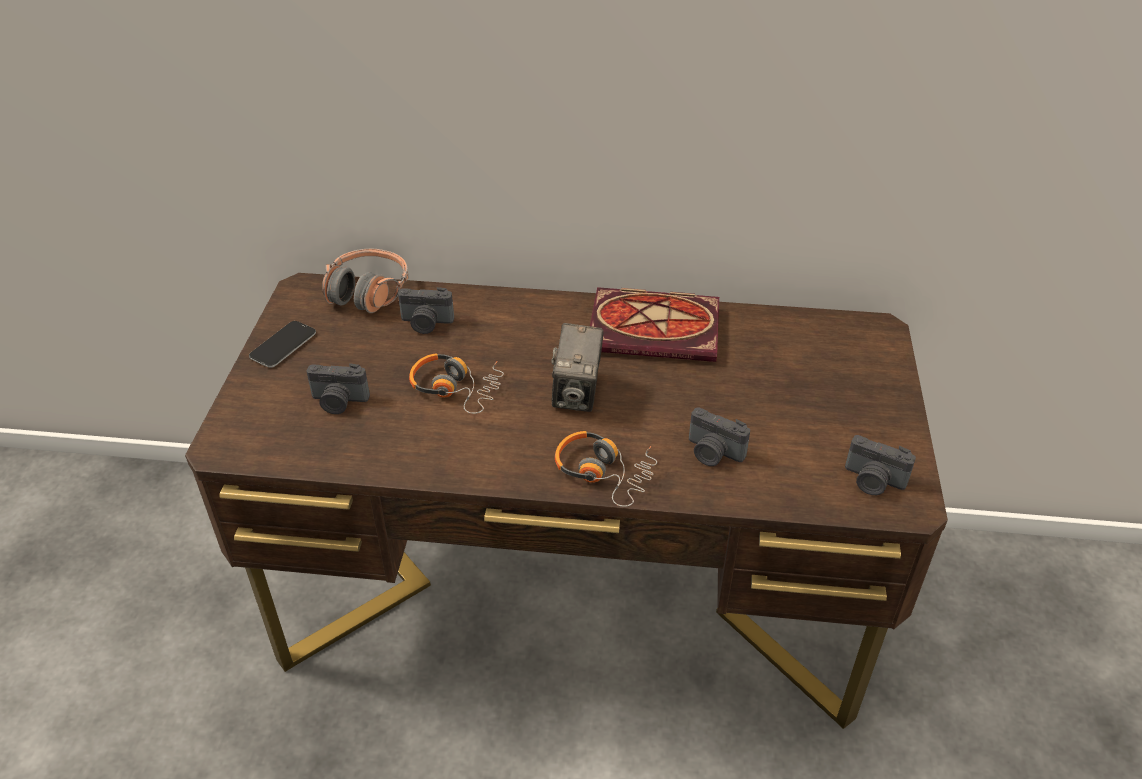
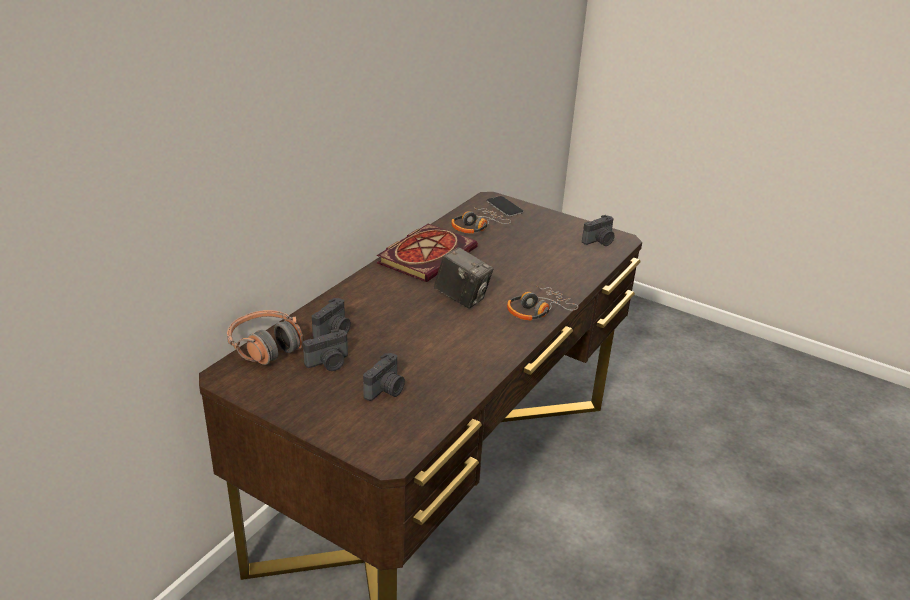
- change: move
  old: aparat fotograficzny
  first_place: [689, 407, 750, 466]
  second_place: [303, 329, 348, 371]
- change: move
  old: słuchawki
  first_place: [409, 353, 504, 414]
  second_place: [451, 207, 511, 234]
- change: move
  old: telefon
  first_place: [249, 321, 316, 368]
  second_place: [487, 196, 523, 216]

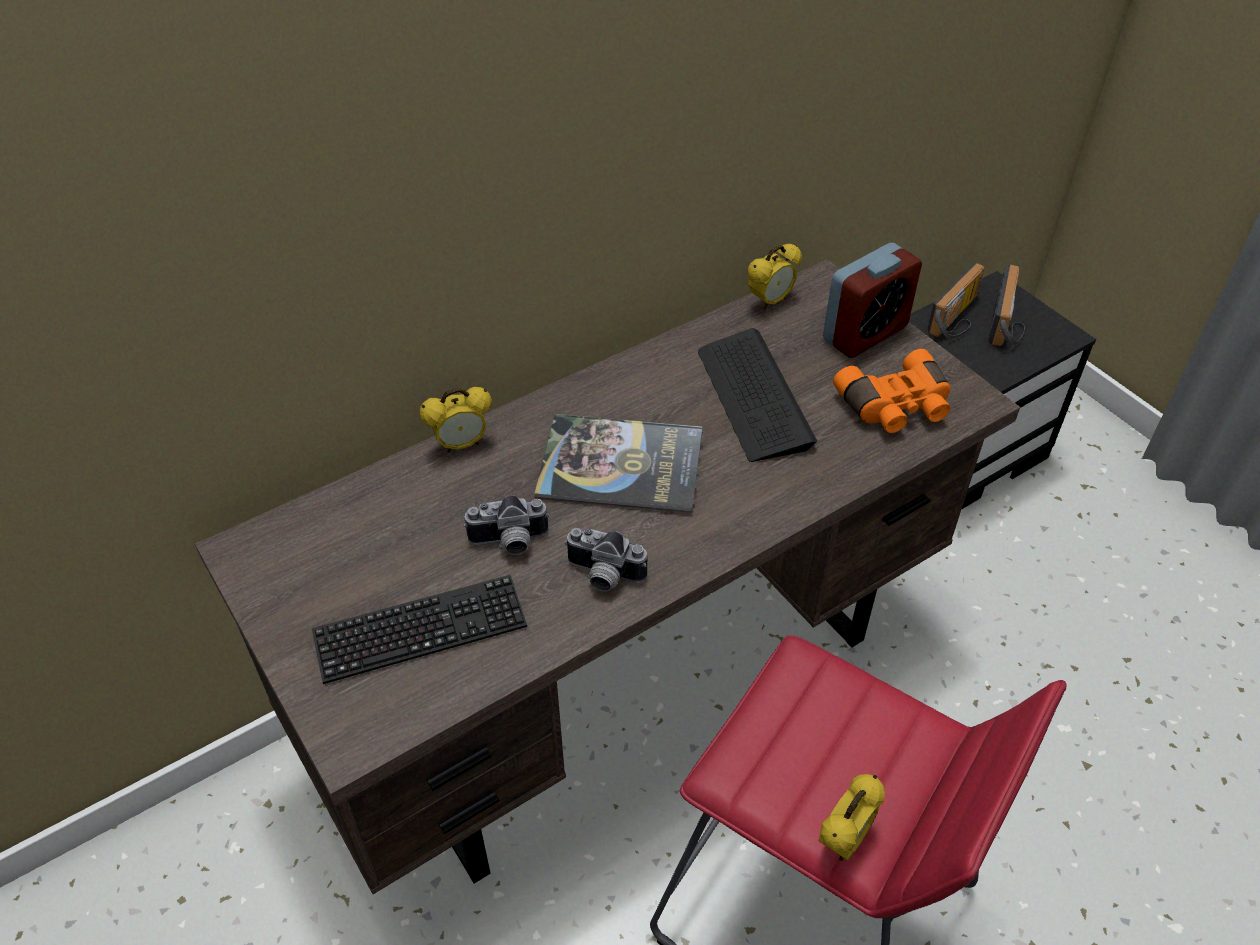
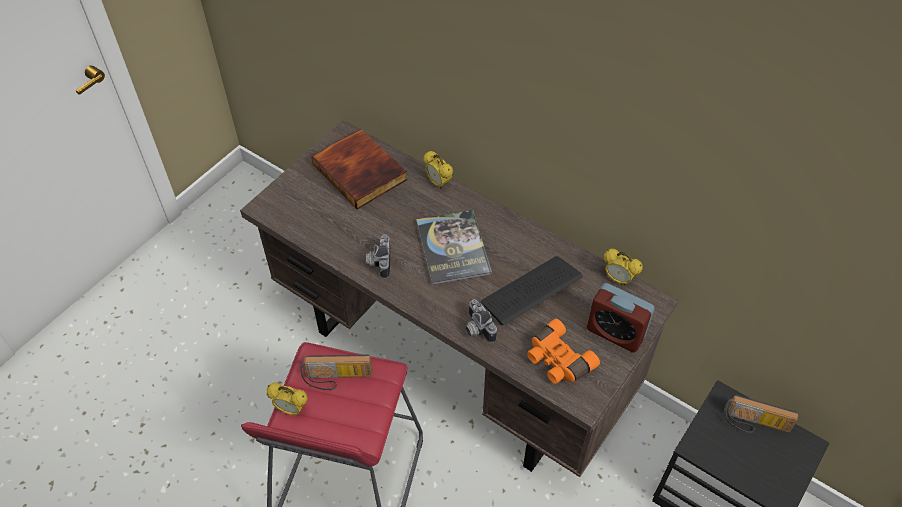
- change: move
  old: radio
  first_place: [988, 264, 1025, 346]
  second_place: [301, 355, 373, 390]
- change: insert
  new: książka
  second_place: [311, 129, 407, 209]
- change: move
  old: aparat fotograficzny
  first_place: [464, 495, 549, 555]
  second_place: [465, 299, 497, 343]
- change: delete
  old: klawiatura
  first_place: [311, 575, 527, 684]

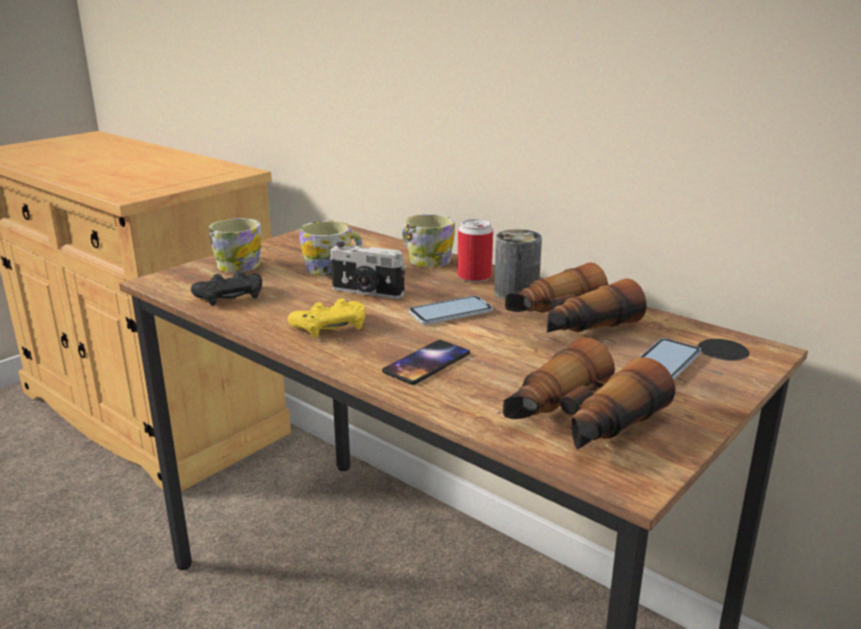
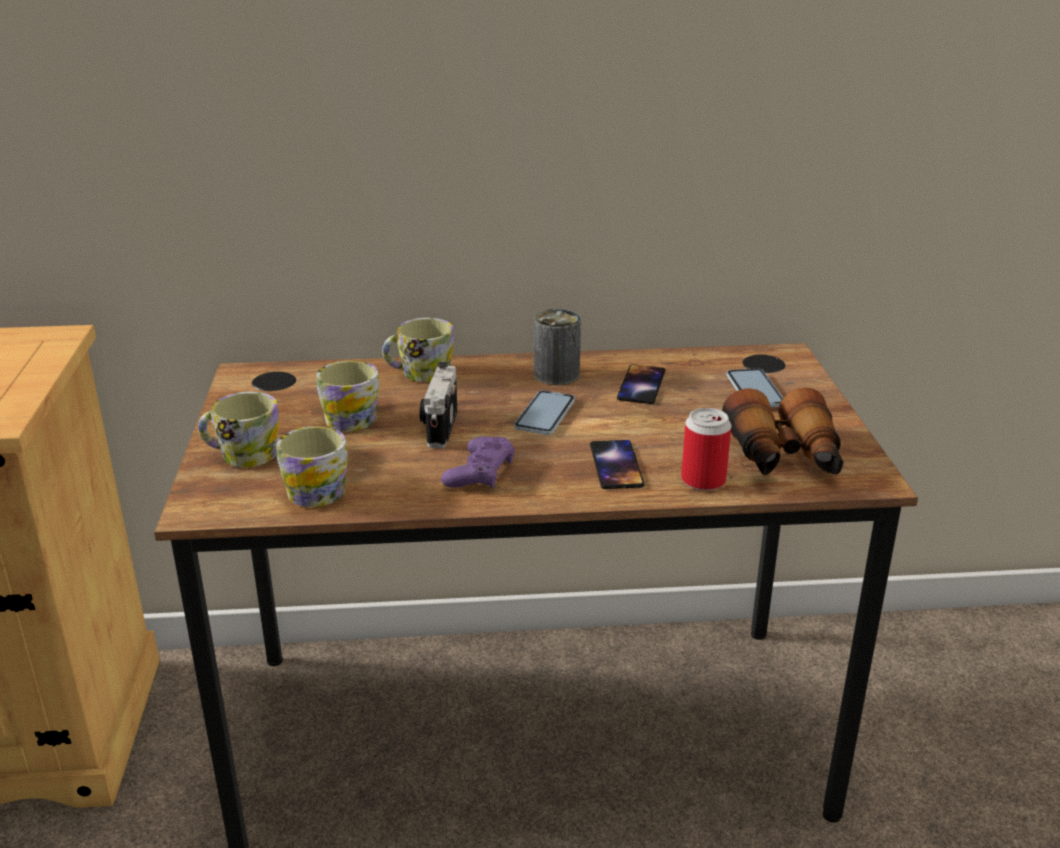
- change: replace
  old: pad do gier (czarny)
  new: kubek
  first_place: [191, 270, 262, 306]
  second_place: [276, 426, 348, 507]
- change: rotate
  old: aparat fotograficzny
  first_place: [330, 241, 406, 299]
  second_place: [420, 362, 457, 448]
  degrees: 120
- change: recolor
  old: pad do gier (żółty)
  new: pad do gier (fioletowy)
  first_place: [288, 298, 366, 338]
  second_place: [441, 437, 515, 488]
- change: replace
  old: lornetka
  new: telefon
  first_place: [505, 262, 646, 333]
  second_place: [617, 364, 665, 404]
- change: move
  old: puszka
  first_place: [457, 219, 493, 282]
  second_place: [681, 408, 732, 490]

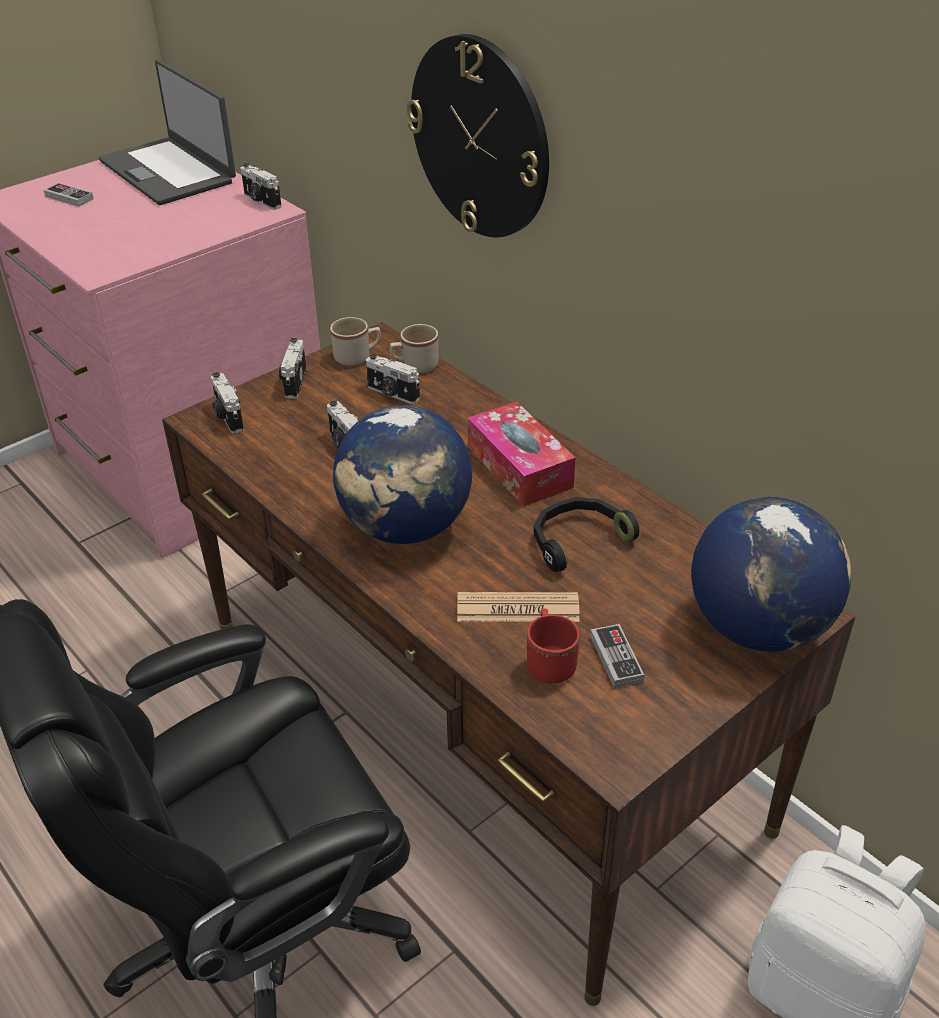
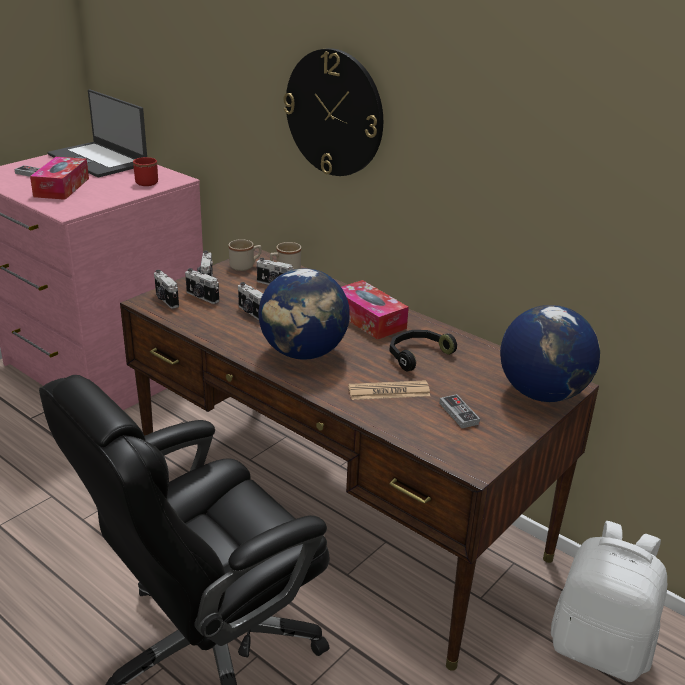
- change: insert
  new: pudełko chusteczek
  second_place: [30, 157, 89, 200]
- change: move
  old: kubek (czerwony)
  first_place: [527, 608, 580, 683]
  second_place: [133, 157, 158, 186]
- change: move
  old: aparat fotograficzny
  first_place: [241, 163, 282, 210]
  second_place: [185, 268, 219, 304]

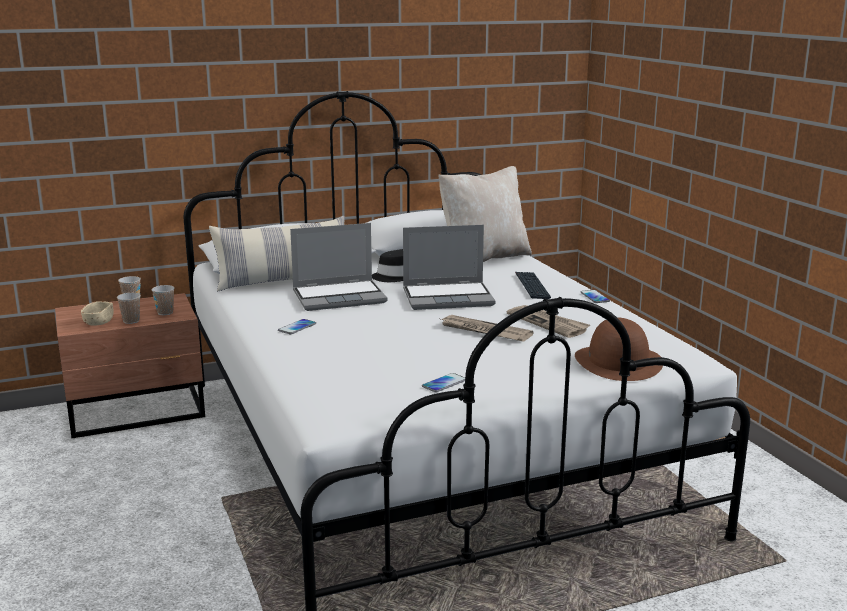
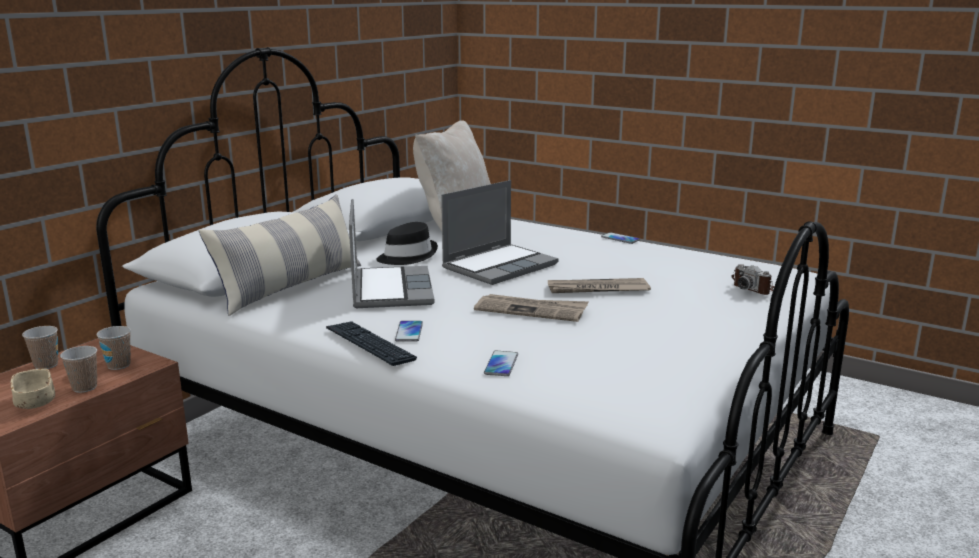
- change: move
  old: klawiatura
  first_place: [515, 272, 551, 299]
  second_place: [326, 321, 417, 366]
- change: rotate
  old: laptop
  first_place: [290, 223, 387, 311]
  second_place: [349, 199, 434, 308]
  degrees: -45
- change: move
  old: gazeta
  first_place: [507, 305, 590, 338]
  second_place: [474, 294, 589, 322]
- change: move
  old: telefon
  first_place: [422, 373, 465, 392]
  second_place: [484, 351, 518, 376]
- change: replace
  old: kapelusz (brązowy)
  new: aparat fotograficzny
  first_place: [575, 317, 663, 381]
  second_place: [731, 264, 774, 295]

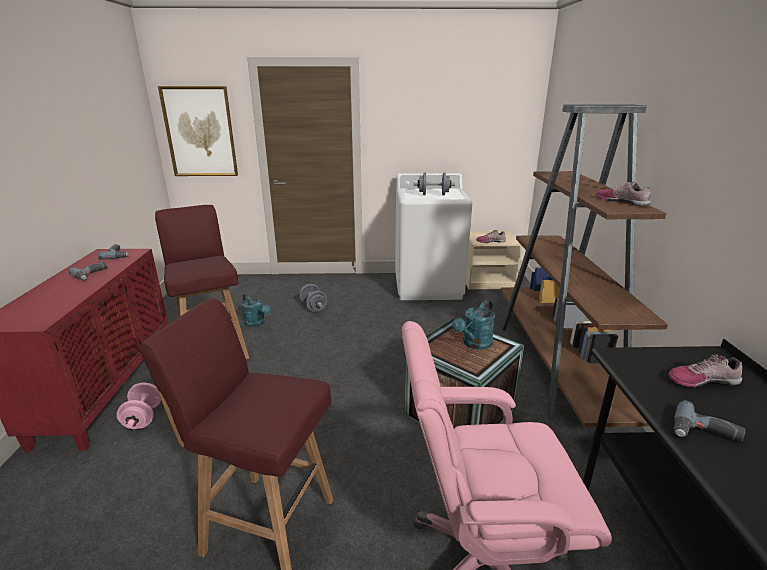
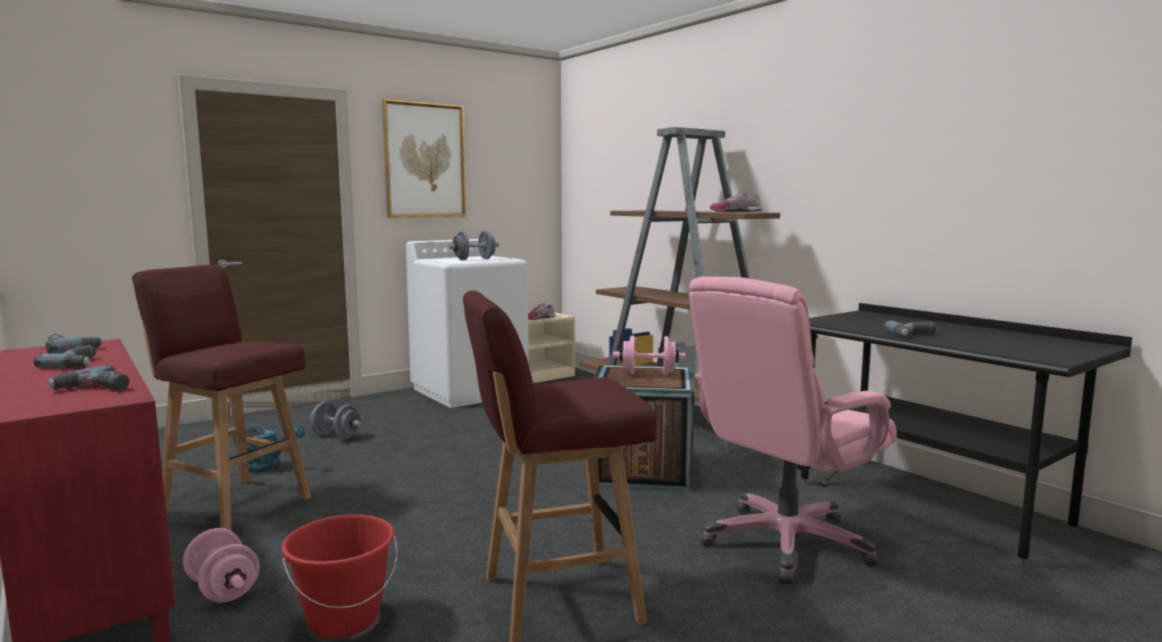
- change: insert
  new: wiertarka
  second_place: [47, 365, 130, 390]
- change: insert
  new: wiadro (czerwony)
  second_place: [282, 514, 397, 638]
- change: move
  old: obraz
  first_place: [158, 86, 238, 176]
  second_place: [382, 99, 466, 218]
- change: replace
  old: konewka (turkusowy)
  new: hantel (różowy)
  first_place: [452, 300, 495, 350]
  second_place: [613, 336, 685, 375]
- change: delete
  old: but
  first_place: [669, 354, 742, 387]

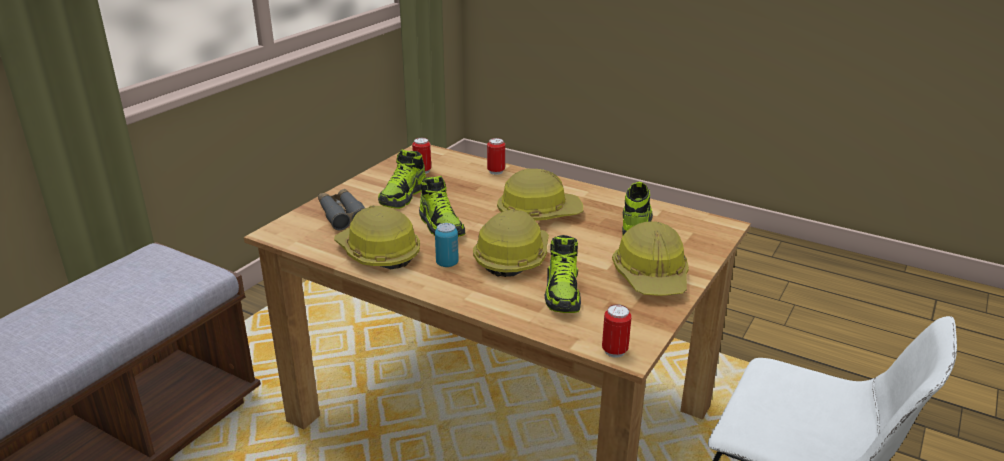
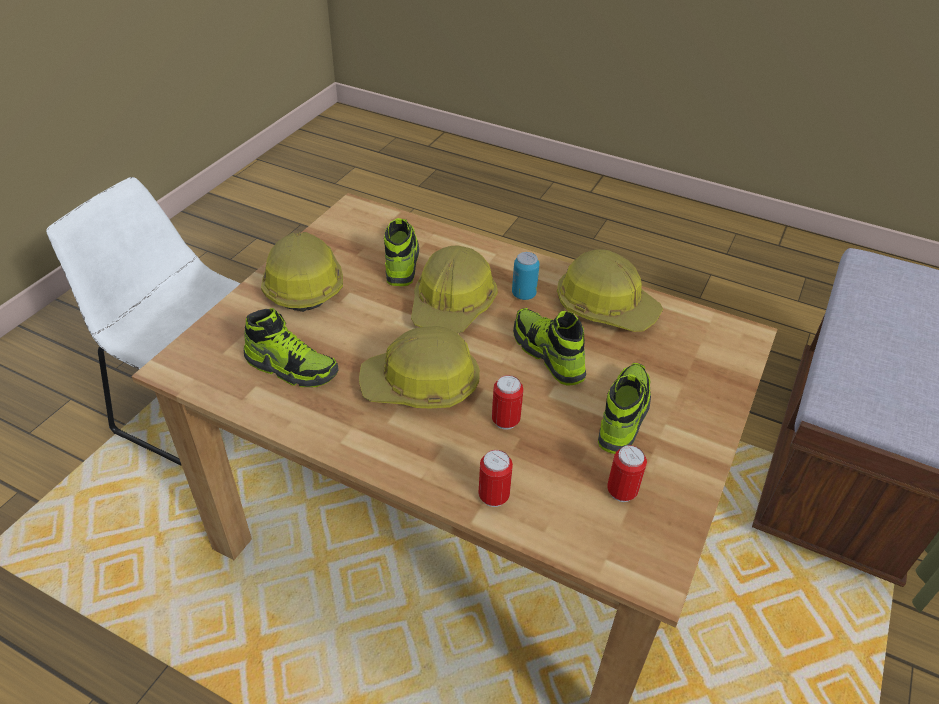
- change: rotate
  old: but
  first_place: [622, 182, 653, 236]
  second_place: [244, 308, 338, 387]
  degrees: -75
- change: move
  old: puszka
  first_place: [602, 304, 632, 358]
  second_place: [492, 375, 523, 430]
- change: delete
  old: lornetka (szary)
  first_place: [318, 189, 365, 230]

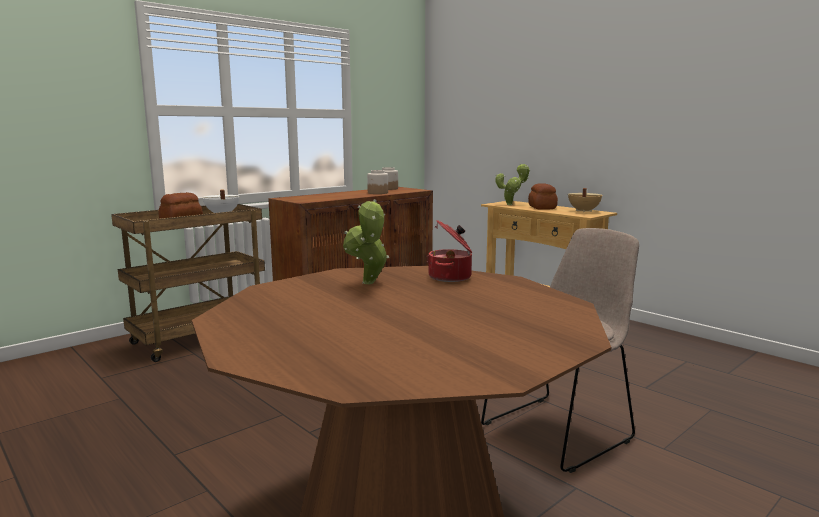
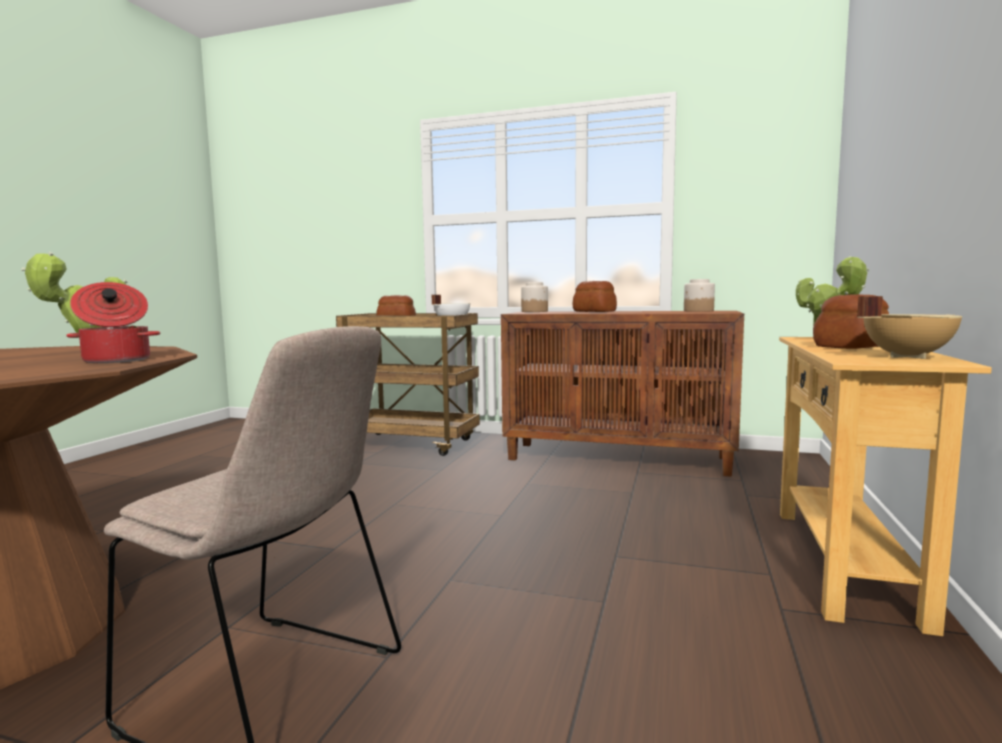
- change: move
  old: słoik
  first_place: [367, 170, 388, 194]
  second_place: [521, 282, 548, 312]
- change: insert
  new: chleb
  second_place: [573, 281, 617, 312]

